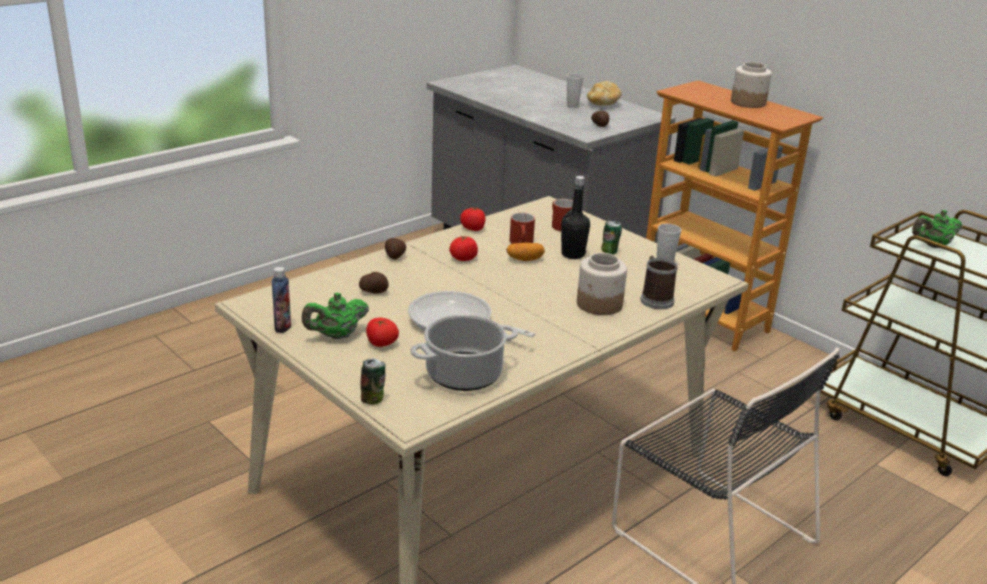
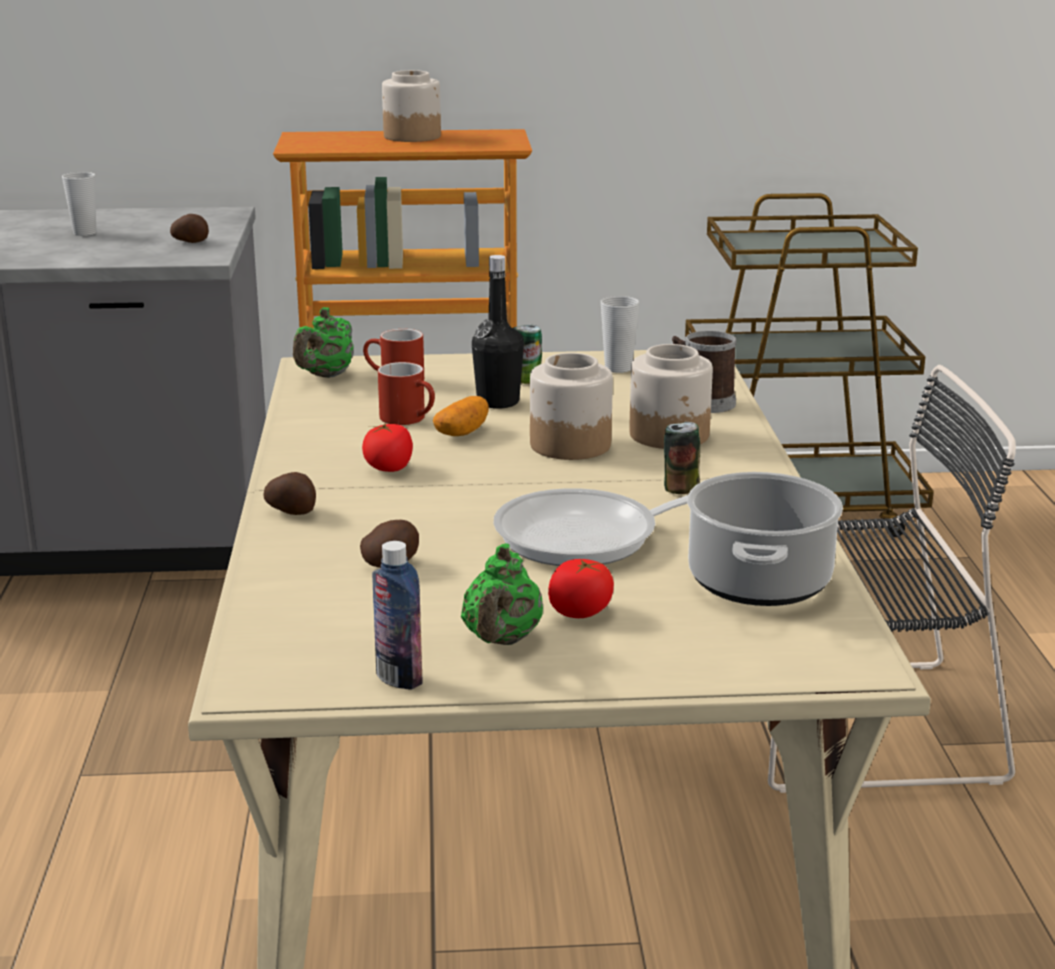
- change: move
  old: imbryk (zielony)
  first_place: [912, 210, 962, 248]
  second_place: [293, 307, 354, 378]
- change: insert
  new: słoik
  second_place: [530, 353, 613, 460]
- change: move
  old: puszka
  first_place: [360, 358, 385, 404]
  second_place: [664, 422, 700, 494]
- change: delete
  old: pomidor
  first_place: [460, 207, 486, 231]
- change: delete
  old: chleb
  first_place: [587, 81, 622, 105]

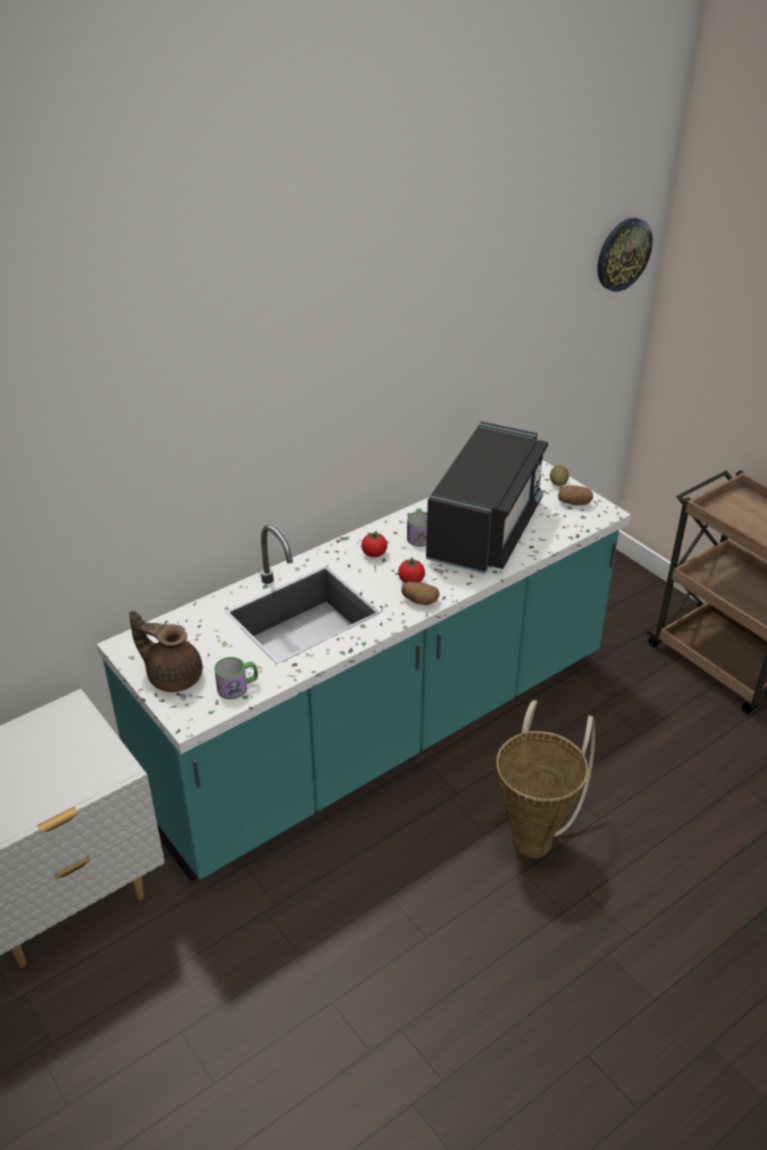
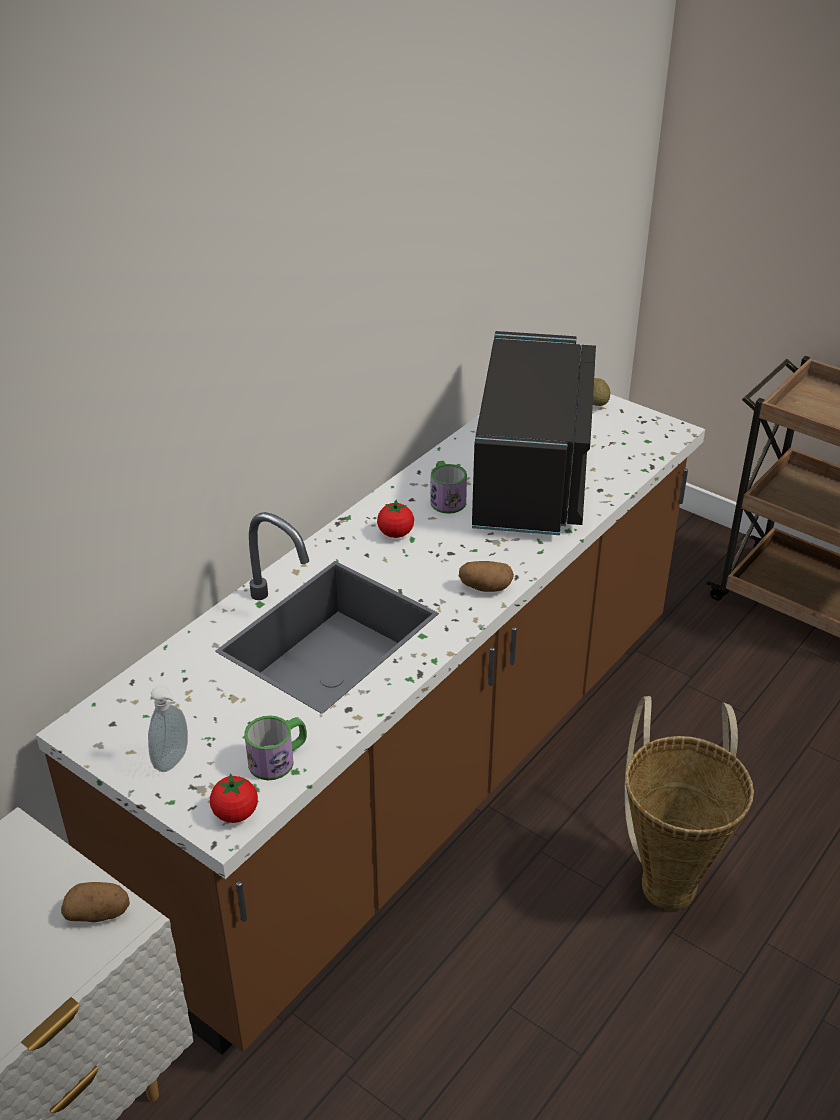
- change: recolor
  old: zabudowa kuchenna (turkusowy)
  new: zabudowa kuchenna (brązowy)
  first_place: [97, 460, 631, 882]
  second_place: [36, 394, 705, 1055]
- change: move
  old: ziemniak
  first_place: [558, 485, 593, 505]
  second_place: [61, 882, 130, 922]
- change: replace
  old: imbryk (brązowy)
  new: dozownik mydła
  first_place: [129, 611, 203, 692]
  second_place: [148, 686, 188, 772]
- change: move
  old: pomidor
  first_place: [398, 557, 425, 583]
  second_place: [210, 773, 258, 823]
- change: delete
  old: zegar ścienny
  first_place: [597, 218, 653, 292]

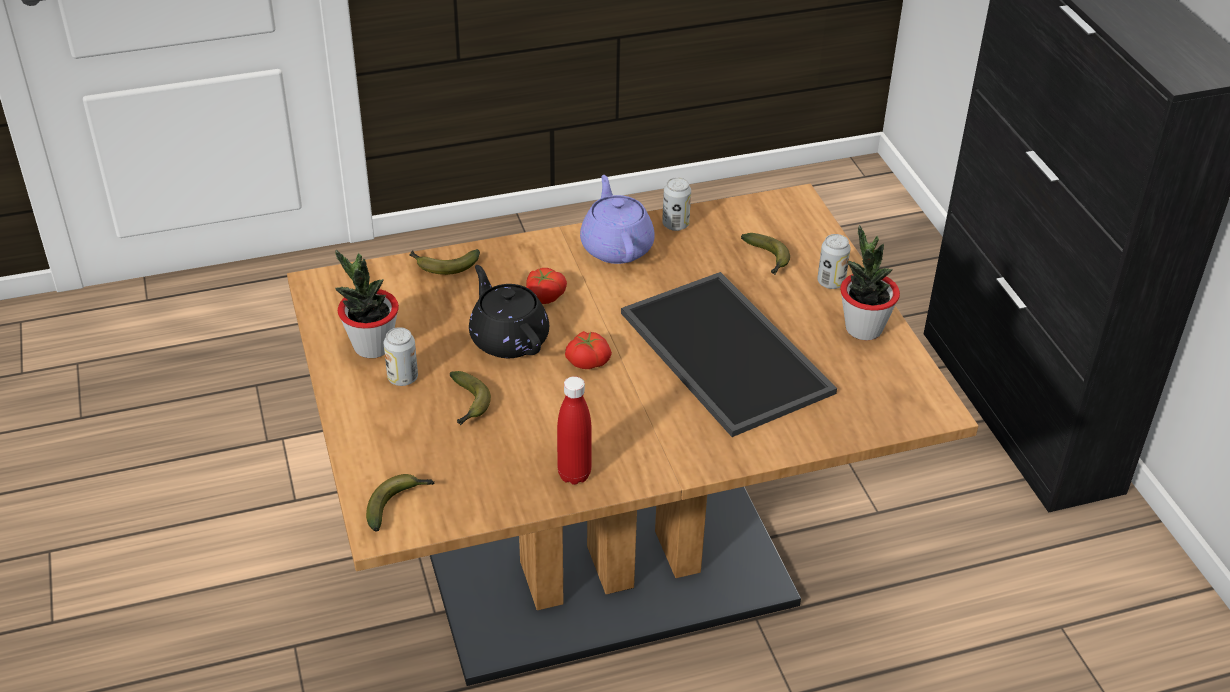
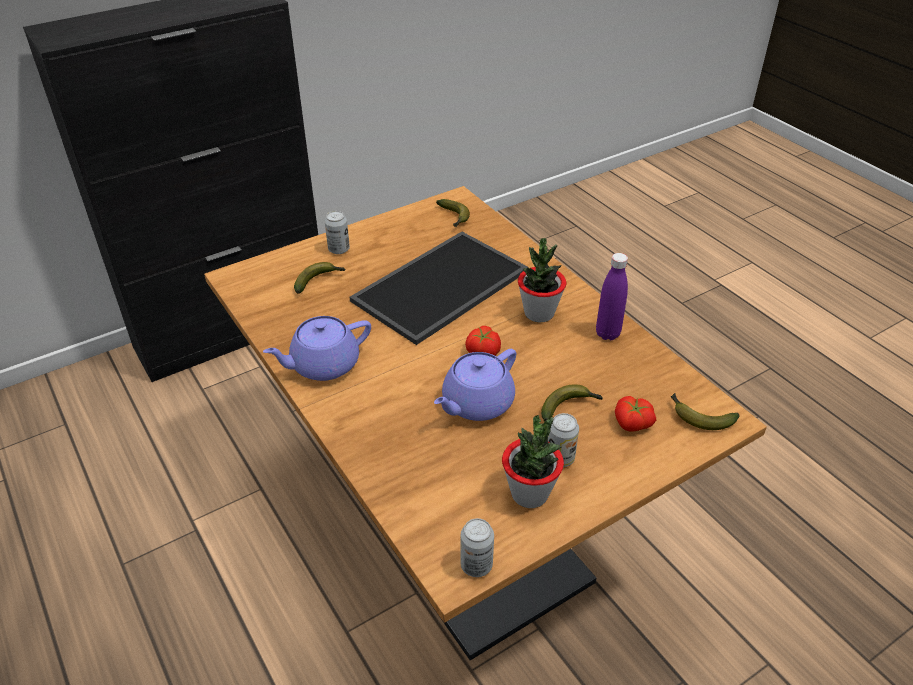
- change: recolor
  old: imbryk (czarny)
  new: imbryk (fioletowy)
  first_place: [469, 265, 549, 358]
  second_place: [434, 349, 516, 421]
- change: move
  old: banan
  first_place: [410, 249, 480, 275]
  second_place: [436, 199, 470, 227]
- change: move
  old: puszka
  first_place: [662, 177, 691, 231]
  second_place: [460, 518, 494, 577]
- change: move
  old: roślina doniczkowa
  first_place: [840, 225, 900, 340]
  second_place: [518, 238, 566, 323]
- change: recolor
  old: butelka (czerwony)
  new: butelka (fioletowy)
  first_place: [557, 376, 592, 485]
  second_place: [596, 253, 628, 340]
- change: move
  old: pomidor
  first_place: [526, 268, 567, 304]
  second_place: [615, 396, 656, 432]

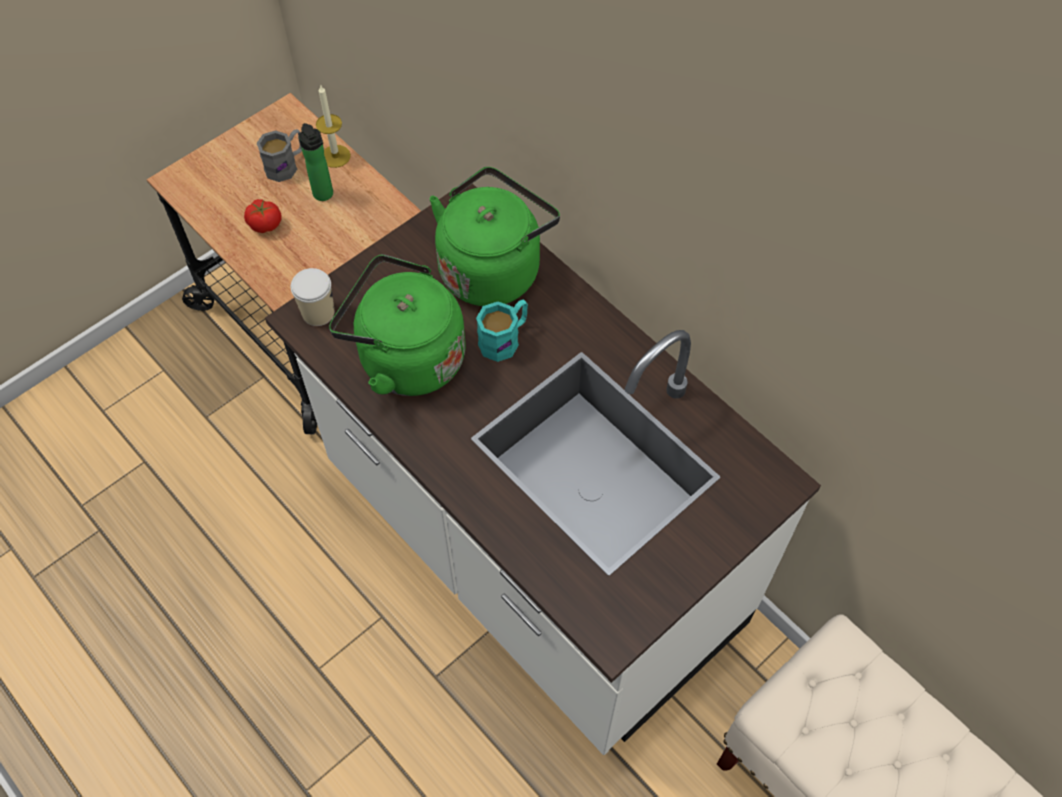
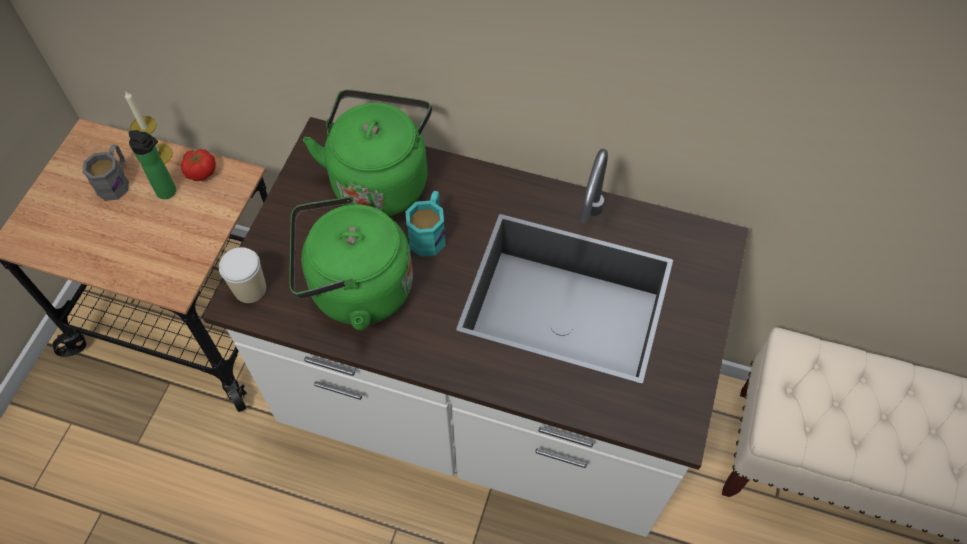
- change: move
  old: pomidor
  first_place: [244, 199, 281, 233]
  second_place: [181, 149, 216, 181]

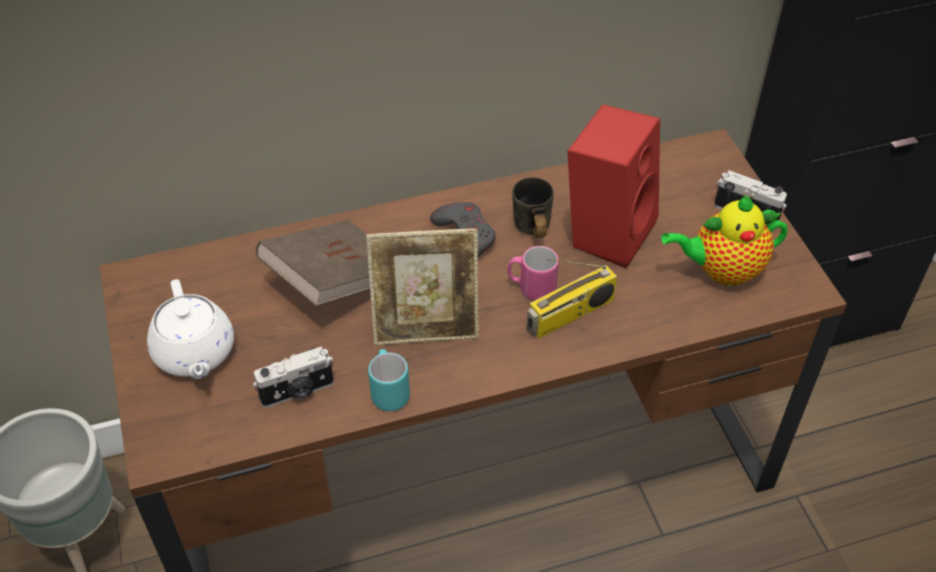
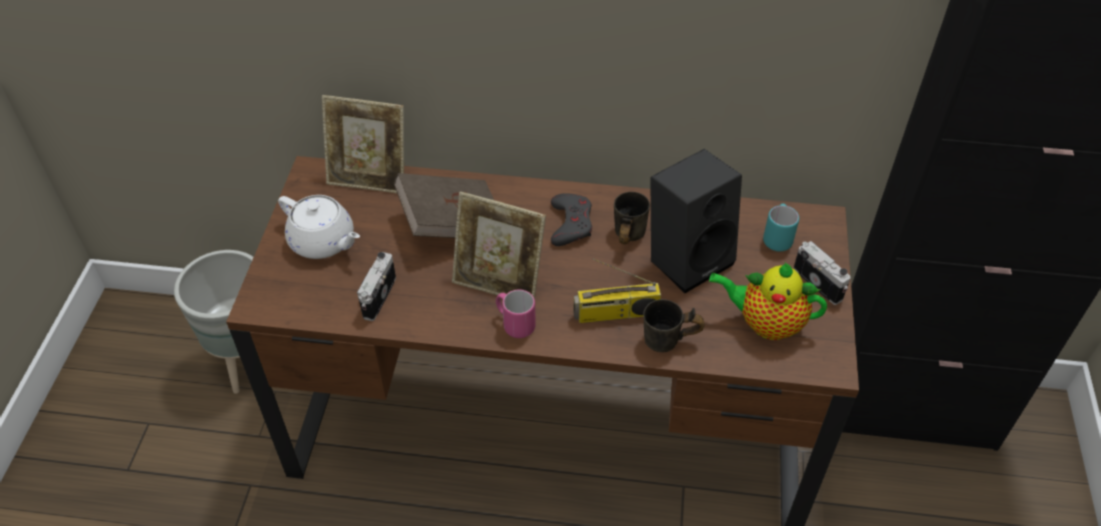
- change: rotate
  old: imbryk (biały)
  first_place: [147, 279, 234, 379]
  second_place: [278, 195, 360, 259]
  degrees: -60
- change: insert
  new: ramka na zdjęcie
  second_place: [322, 95, 404, 193]
- change: rotate
  old: aparat fotograficzny
  first_place: [253, 346, 334, 408]
  second_place: [357, 252, 396, 321]
  degrees: 105
- change: move
  old: kubek (różowy)
  first_place: [507, 246, 559, 301]
  second_place: [496, 290, 536, 338]
- change: insert
  new: kubek (szary)
  second_place: [643, 299, 705, 352]
- change: recolor
  old: głośnik (czerwony)
  new: głośnik (czarny)
  first_place: [567, 104, 660, 268]
  second_place: [650, 149, 742, 293]
- change: move
  old: kubek (turkusowy)
  first_place: [368, 349, 410, 411]
  second_place: [763, 204, 799, 251]

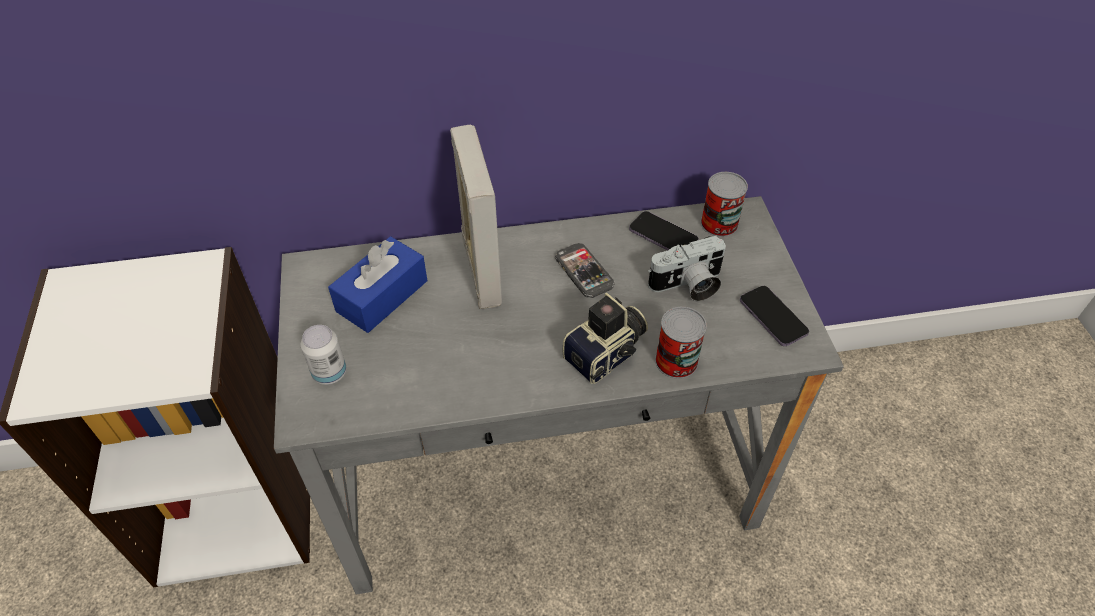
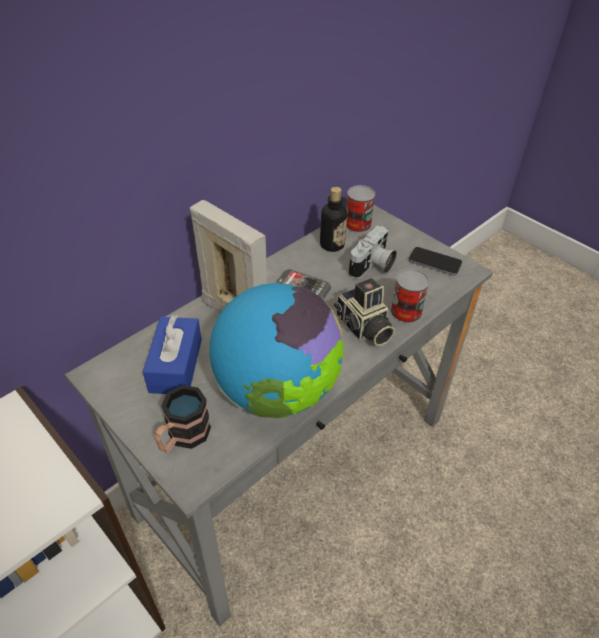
- change: replace
  old: puszka
  new: kubek
  first_place: [301, 325, 346, 385]
  second_place: [155, 385, 211, 453]
- change: insert
  new: globus
  second_place: [209, 283, 344, 418]
- change: replace
  old: telefon
  new: butelka
  first_place: [629, 211, 699, 251]
  second_place: [320, 187, 347, 252]
- change: rotate
  old: aparat fotograficzny
  first_place: [562, 292, 648, 384]
  second_place: [334, 278, 395, 346]
  degrees: 135

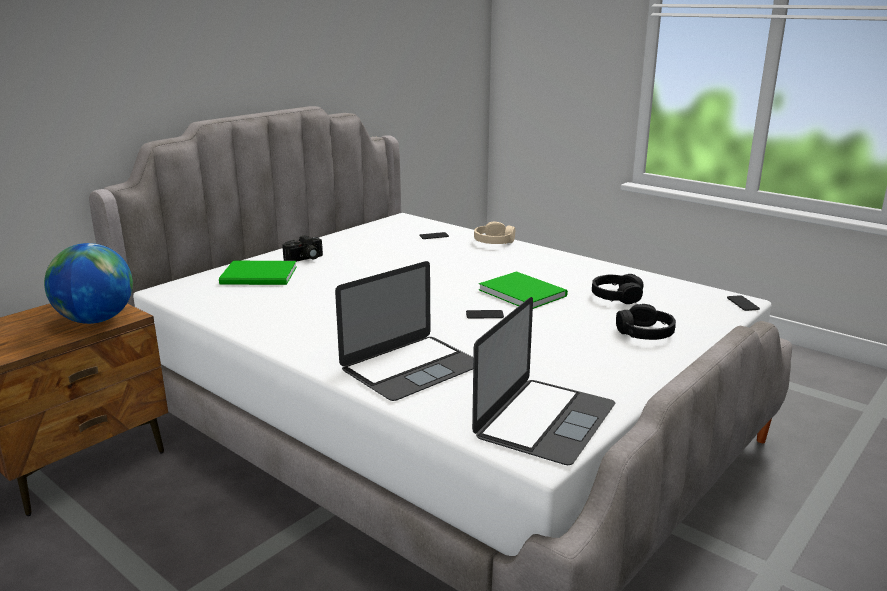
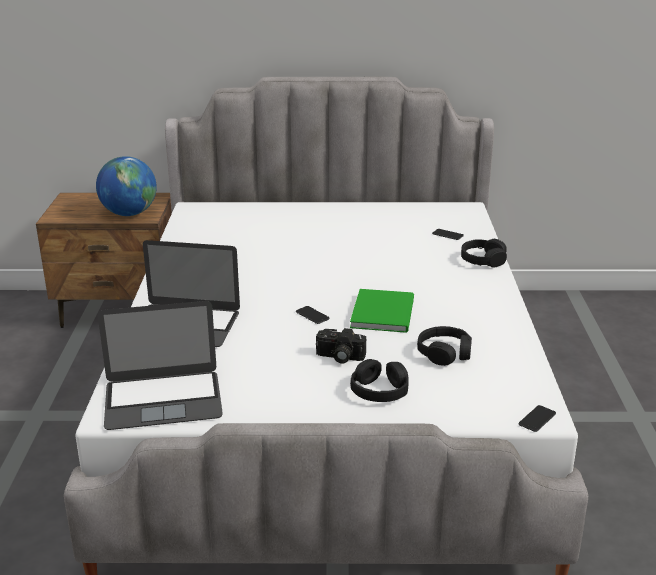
- change: move
  old: aparat fotograficzny
  first_place: [282, 235, 323, 262]
  second_place: [316, 328, 366, 364]
- change: recolor
  old: słuchawki (beżowy)
  new: słuchawki (czarny)
  first_place: [474, 221, 515, 244]
  second_place: [461, 239, 507, 268]
- change: delete
  old: książka (zielony)
  first_place: [219, 261, 297, 285]

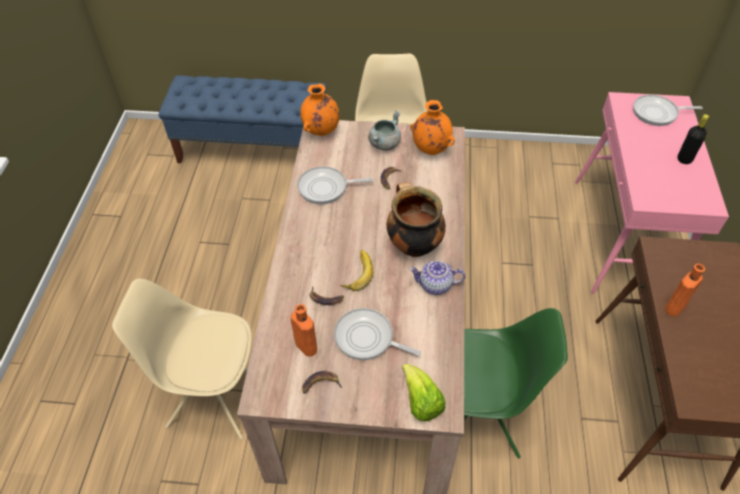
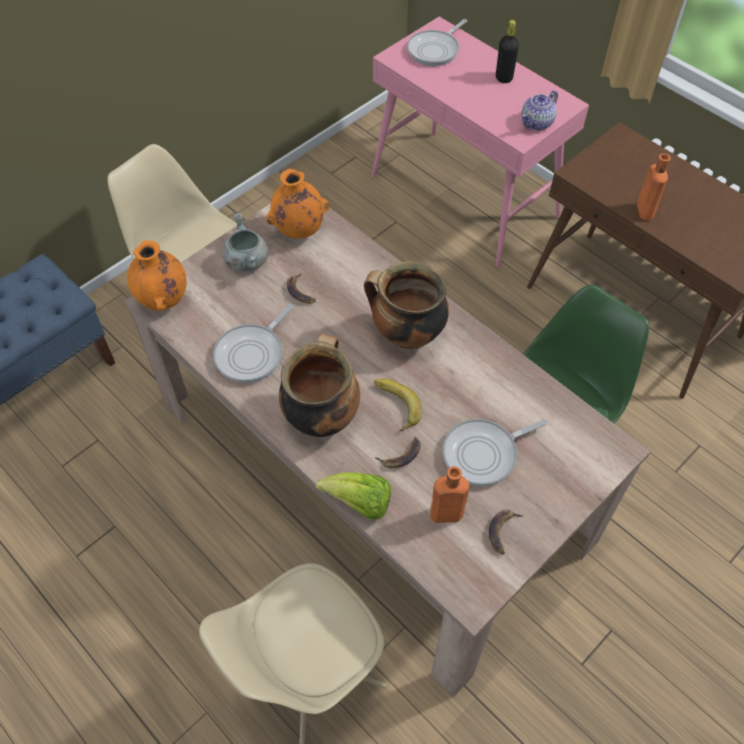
- change: insert
  new: garnek
  second_place: [279, 334, 360, 437]
- change: move
  old: sałata
  first_place: [402, 363, 446, 421]
  second_place: [316, 472, 391, 519]
- change: move
  old: imbryk
  first_place: [409, 260, 466, 295]
  second_place: [522, 90, 558, 130]

